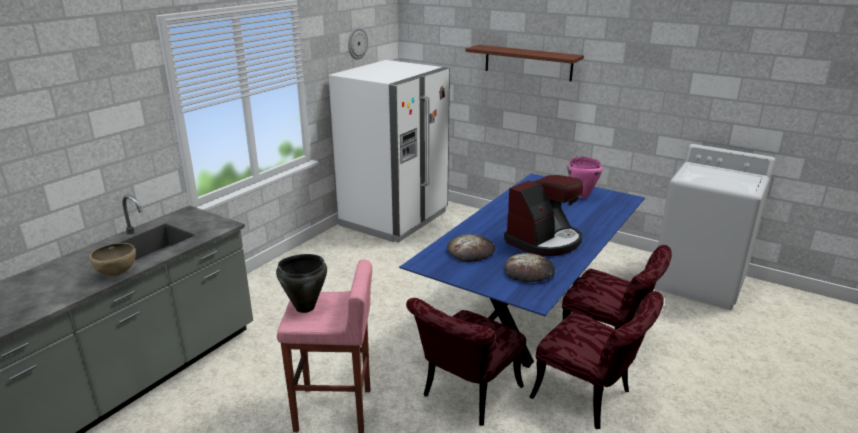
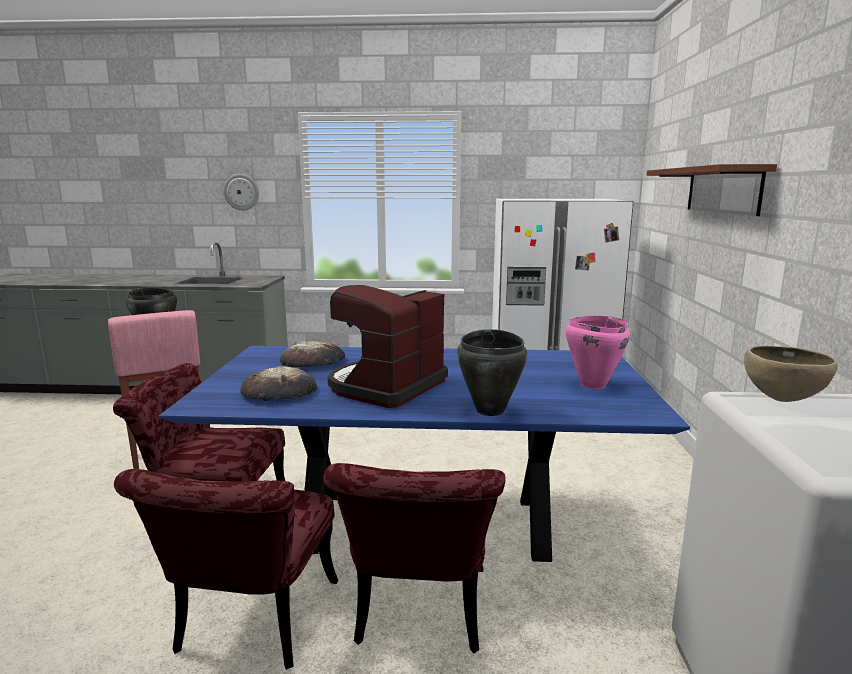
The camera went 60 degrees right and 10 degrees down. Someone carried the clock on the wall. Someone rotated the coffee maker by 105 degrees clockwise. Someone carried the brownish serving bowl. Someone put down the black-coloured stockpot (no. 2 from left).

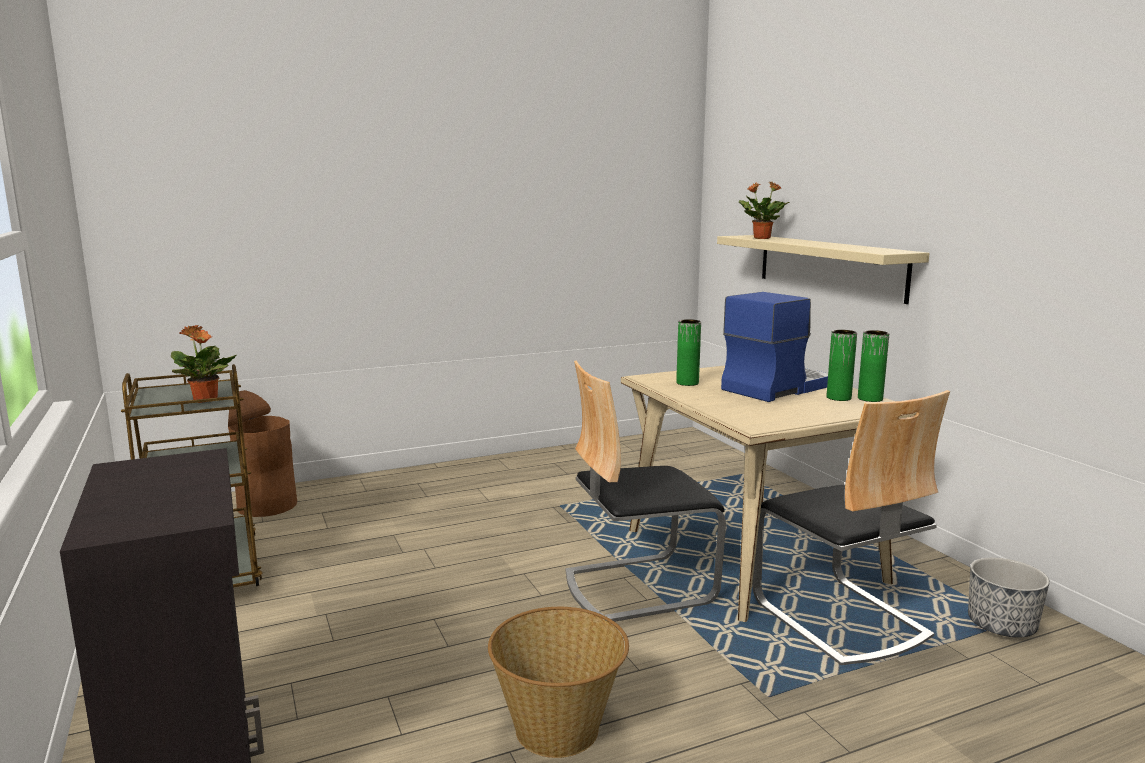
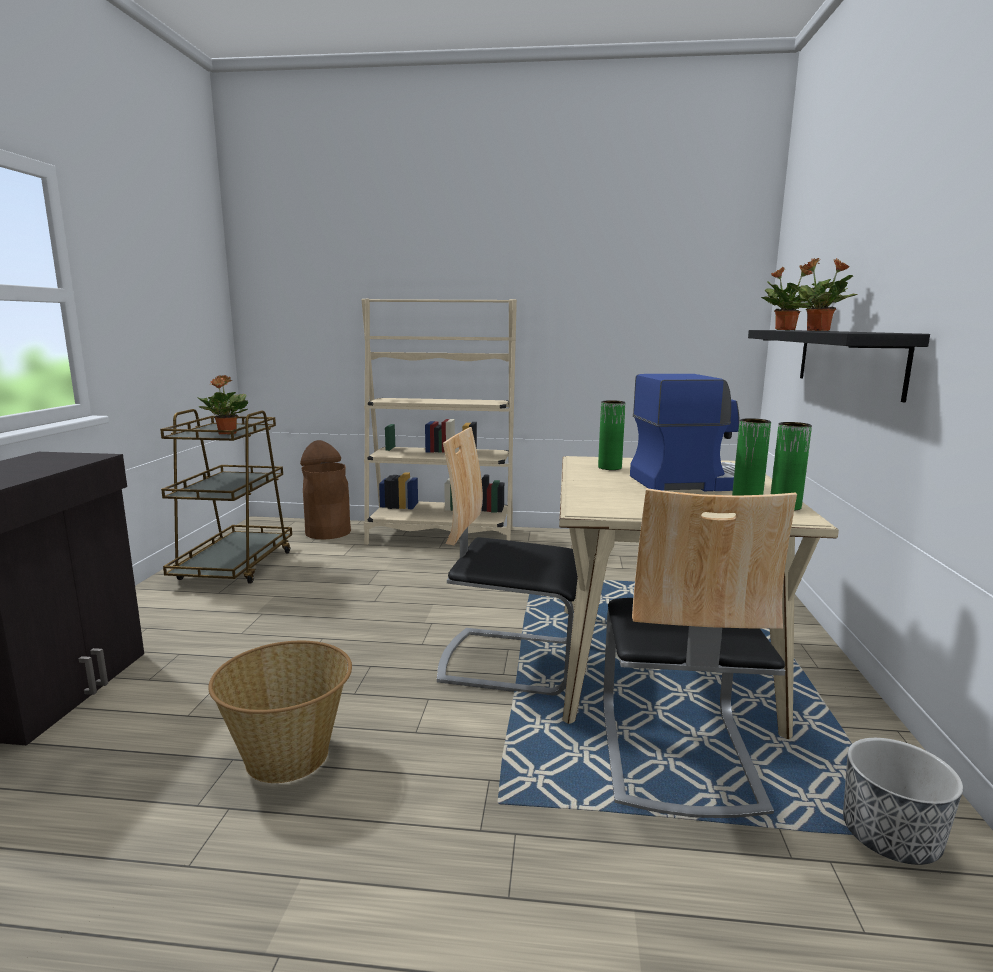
The camera went 30 degrees right and 0 degrees up. Someone repainted the sand-coloured wall shelf, which became the black-coloured wall shelf. Someone put down the plant in a pot (no. 3 from left). Someone put down the sand-coloured bookcase.

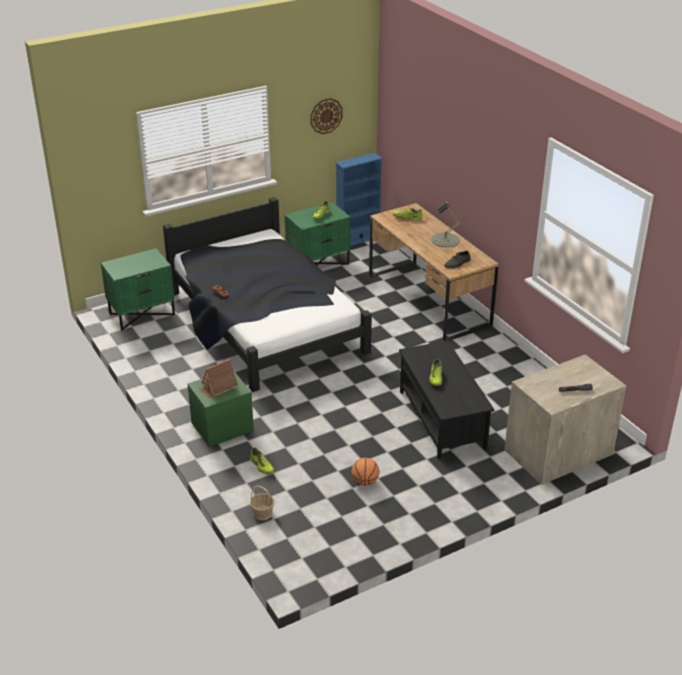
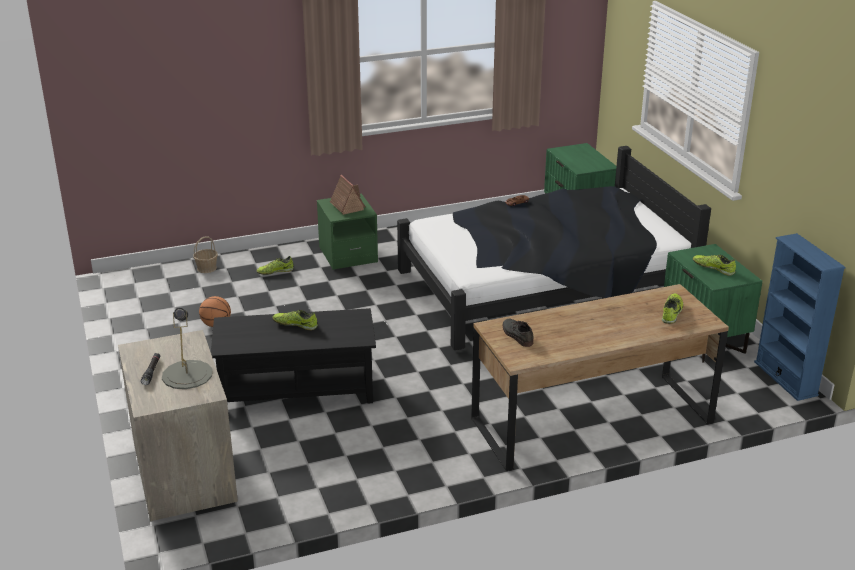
The camera went 100 degrees right and 5 degrees down. Someone took away the clock on the wall. Someone carried the gray lamp for a table.

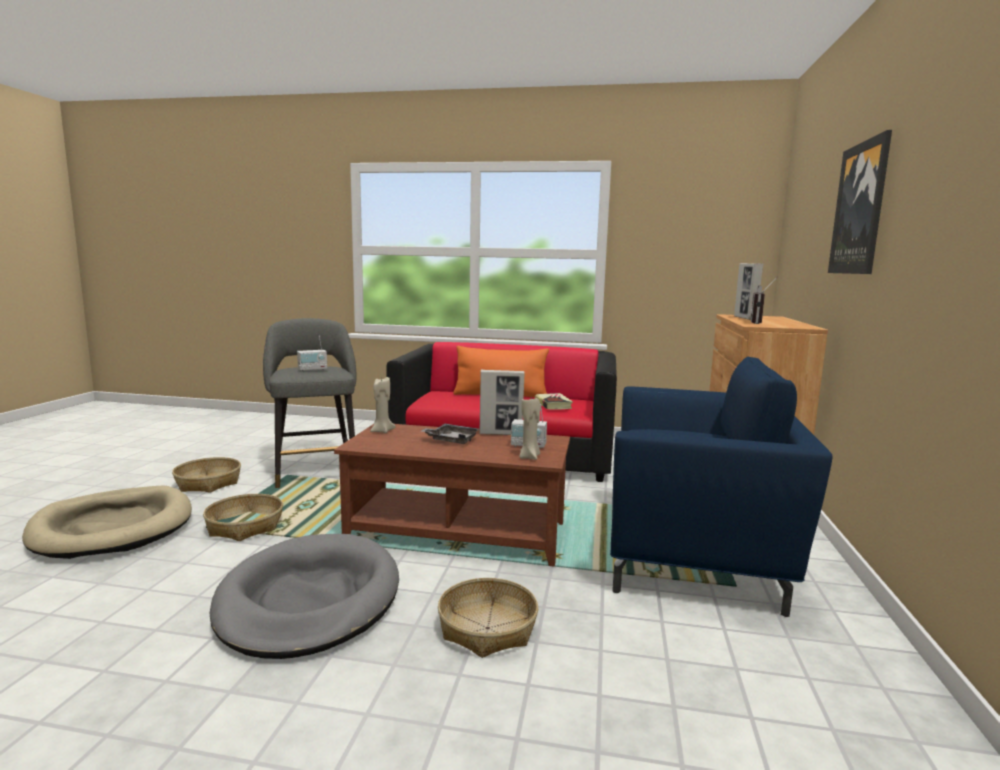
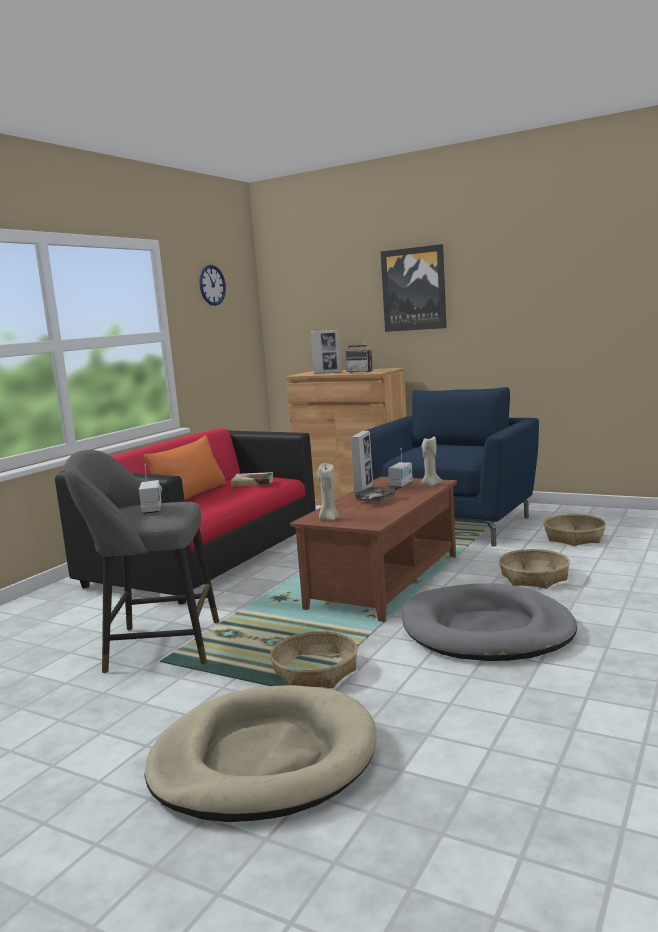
The camera went 70 degrees left and 0 degrees up. Someone carried the basket (no. 1 from left in the first image). Someone put up the clock on the wall.

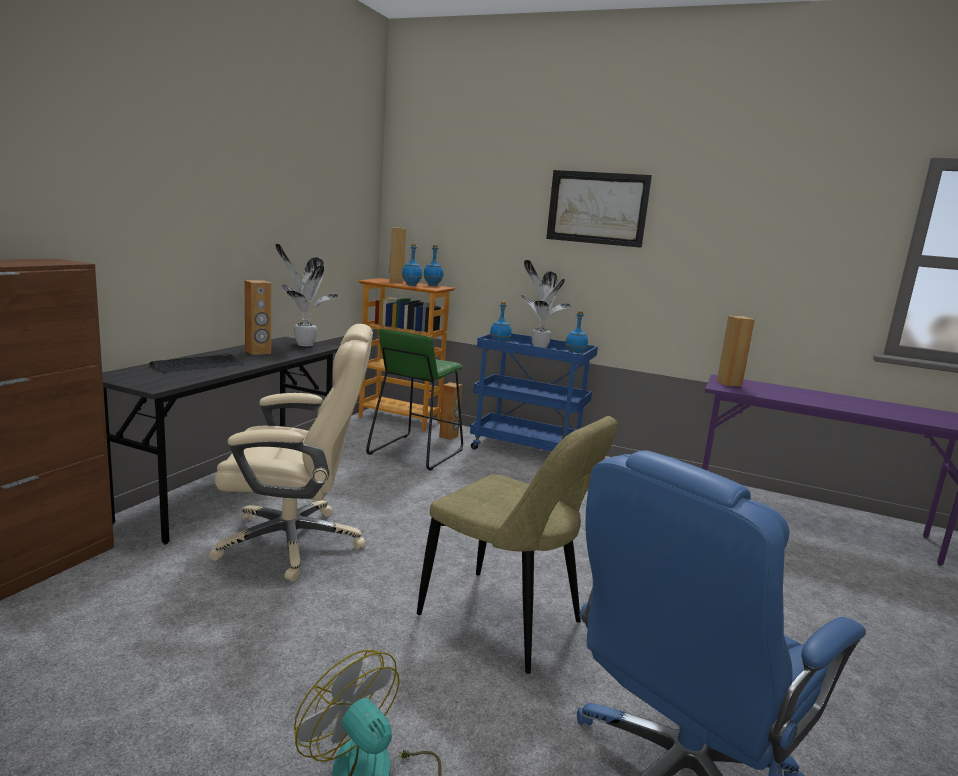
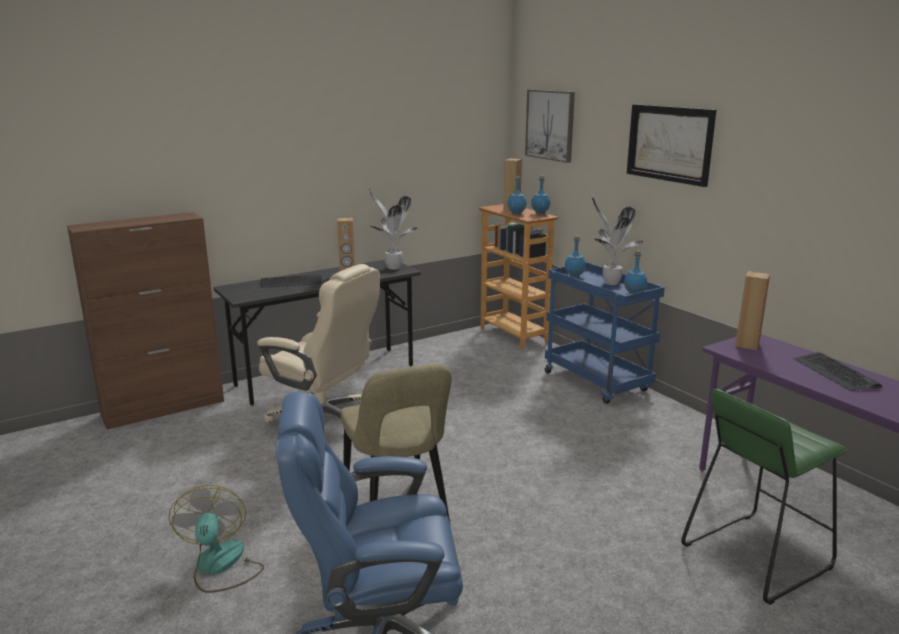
The camera went 35 degrees right and 5 degrees up. Someone carried the green stool. Someone took away the brownish speaker (no. 3 from left). Someone put up the wall art (no. 1 from left). Someone put down the computer keyboard (no. 2 from left).

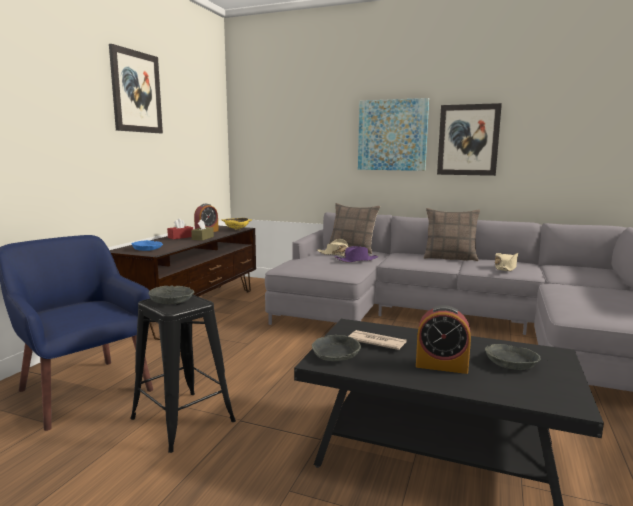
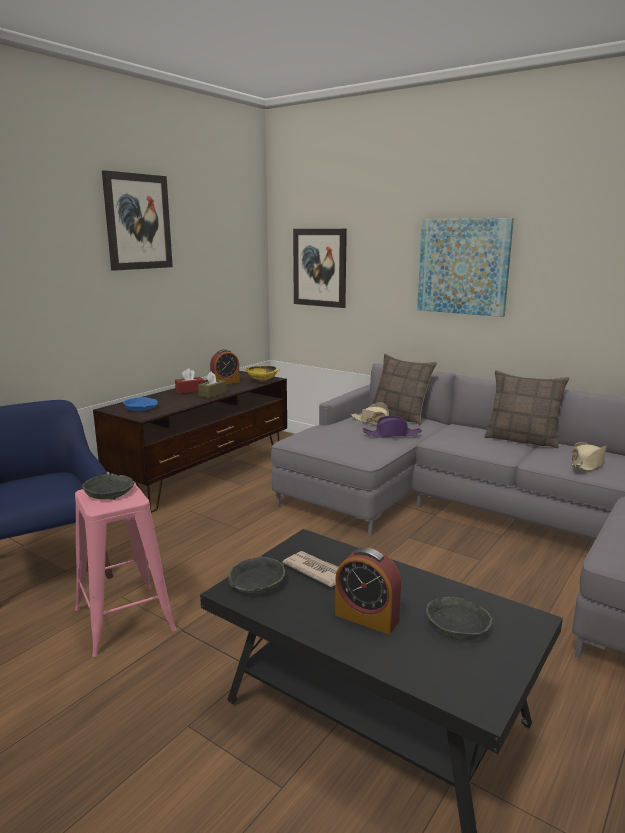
The camera went 15 degrees right and 5 degrees up. Someone carried the wall art (no. 3 from left in the first image). Someone repainted the black-coloured stool, which became the pink stool.

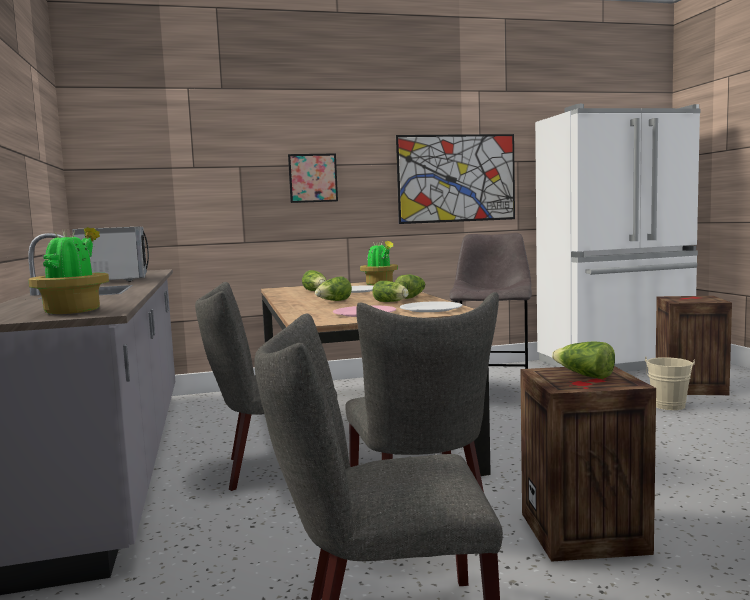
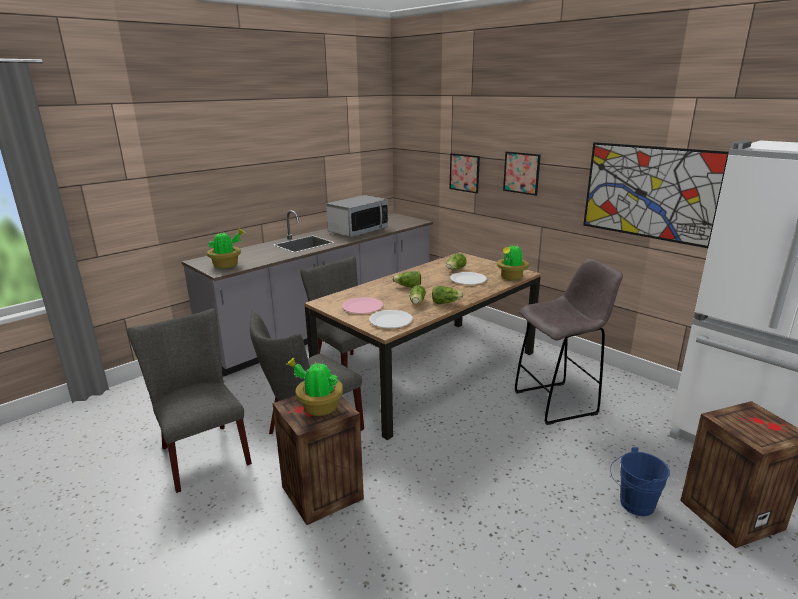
The camera went 60 degrees right and 15 degrees up. Someone swapped the lettuce head (no. 5 from left) for the plant in a pot (no. 2 from left). Someone repainted the sand-coloured pail, which became the bluish pail. Someone put up the wall art (no. 1 from left).

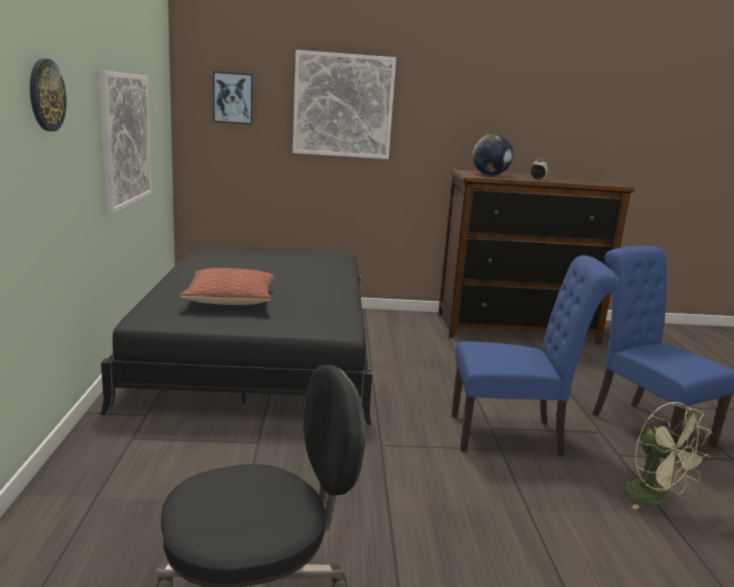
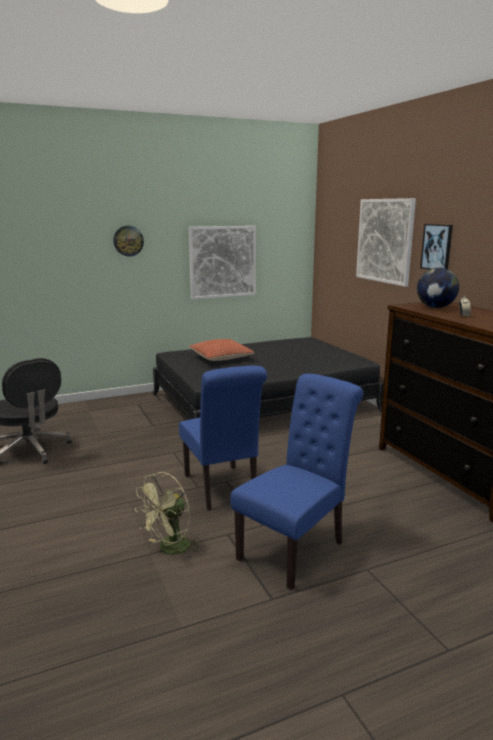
The camera went 70 degrees right and 0 degrees up. Someone carried the wall art (no. 2 from left in the first image).

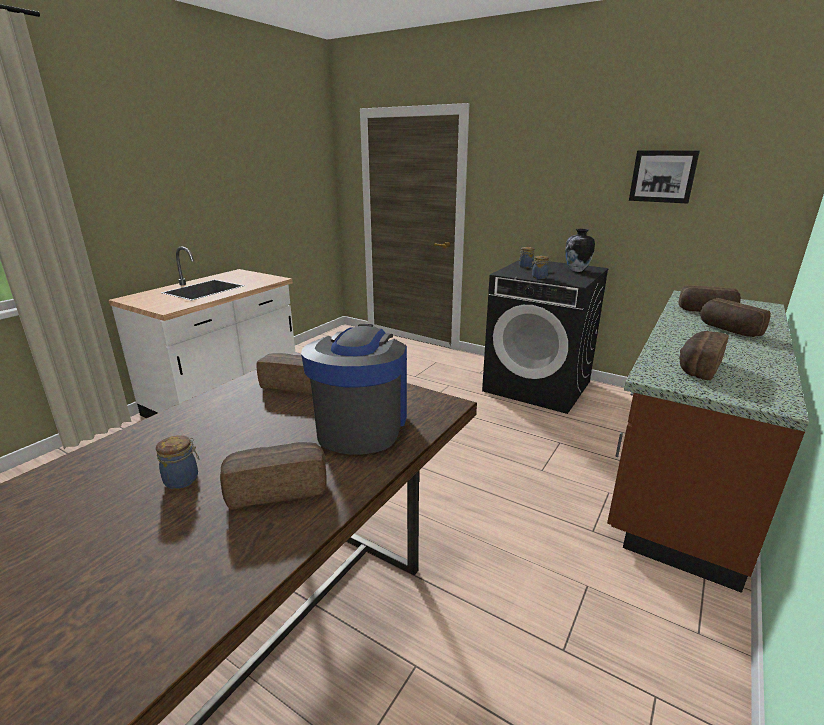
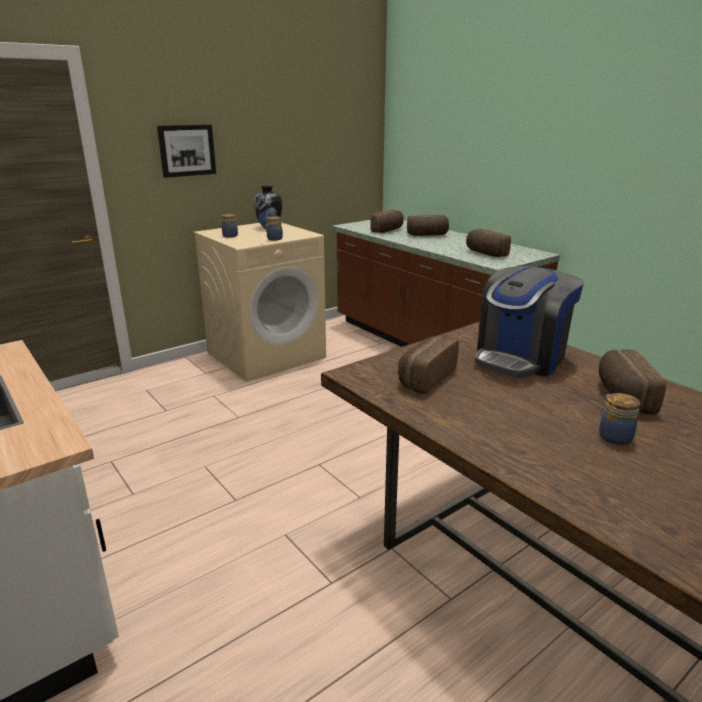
The camera went 70 degrees left and 0 degrees up. Someone carried the wall art. Someone repainted the black-coloured laundry machine, which became the sand-coloured laundry machine. Someone rotated the coffee maker by 75 degrees counterclockwise.

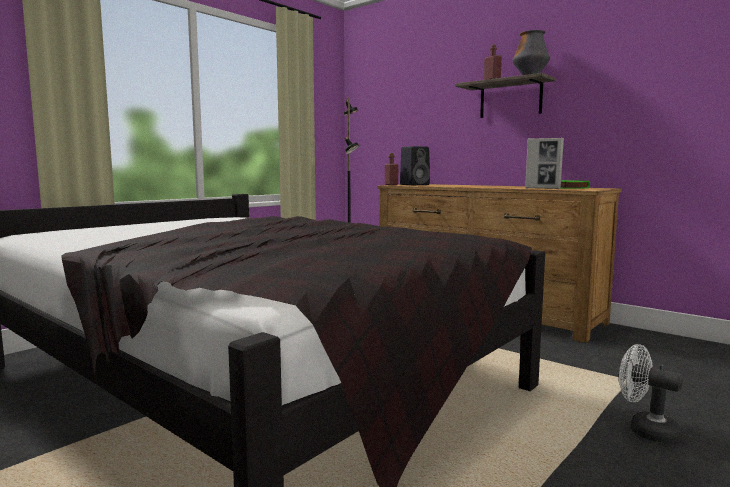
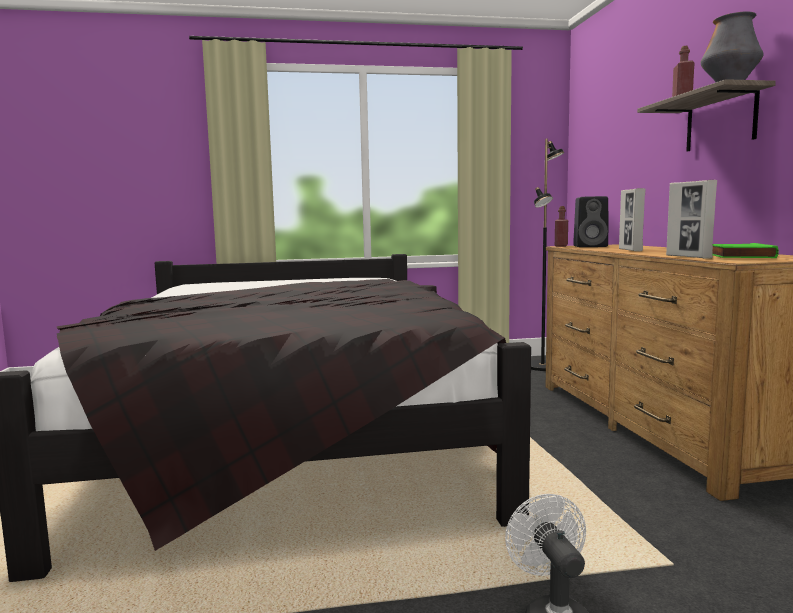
The camera went 40 degrees right and 0 degrees up. Someone put down the standing frame (no. 1 from left).

